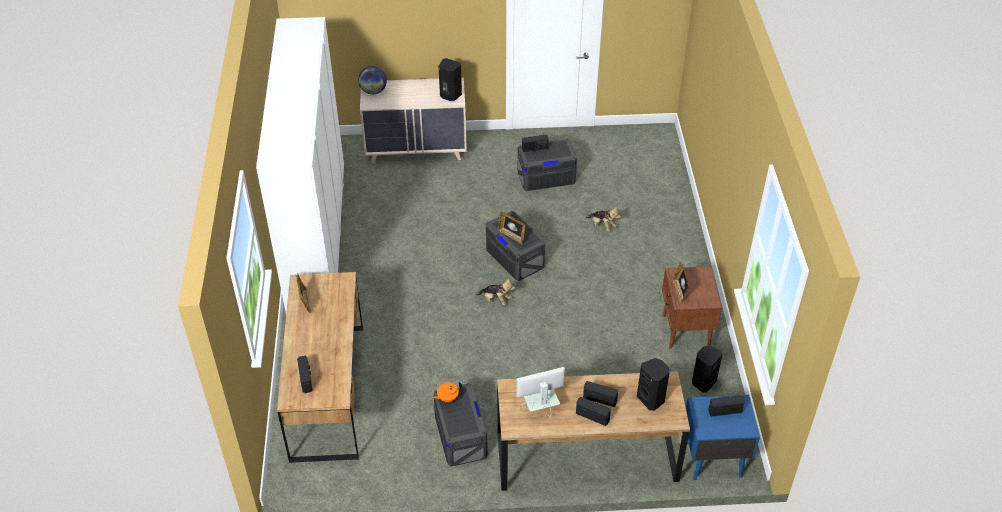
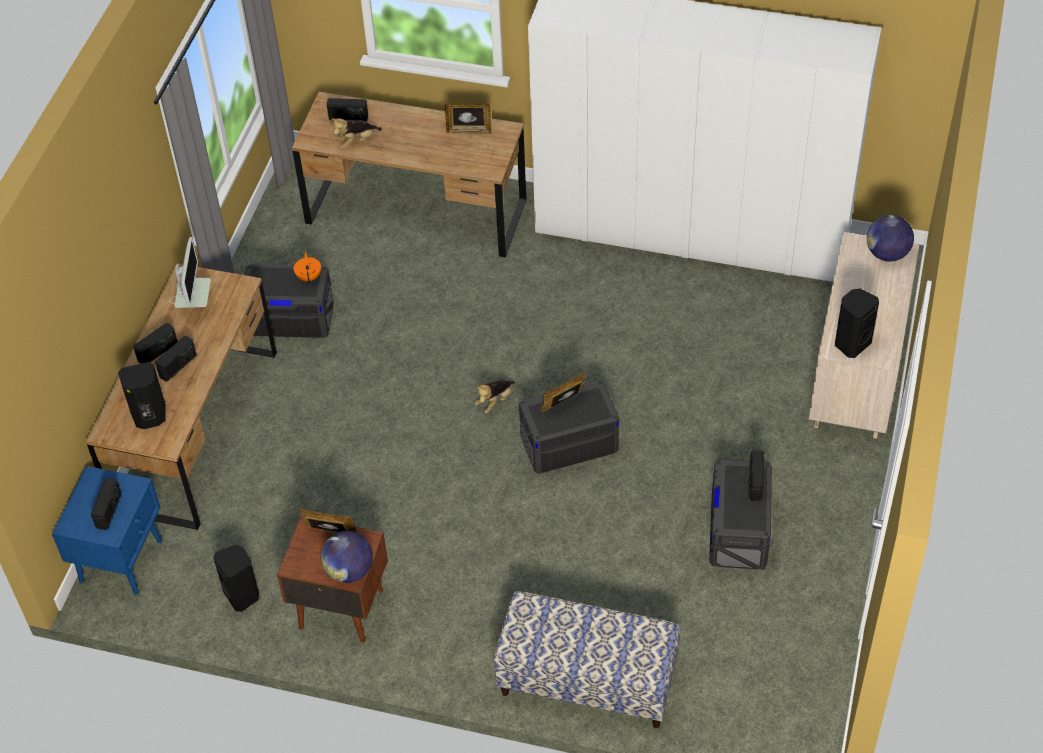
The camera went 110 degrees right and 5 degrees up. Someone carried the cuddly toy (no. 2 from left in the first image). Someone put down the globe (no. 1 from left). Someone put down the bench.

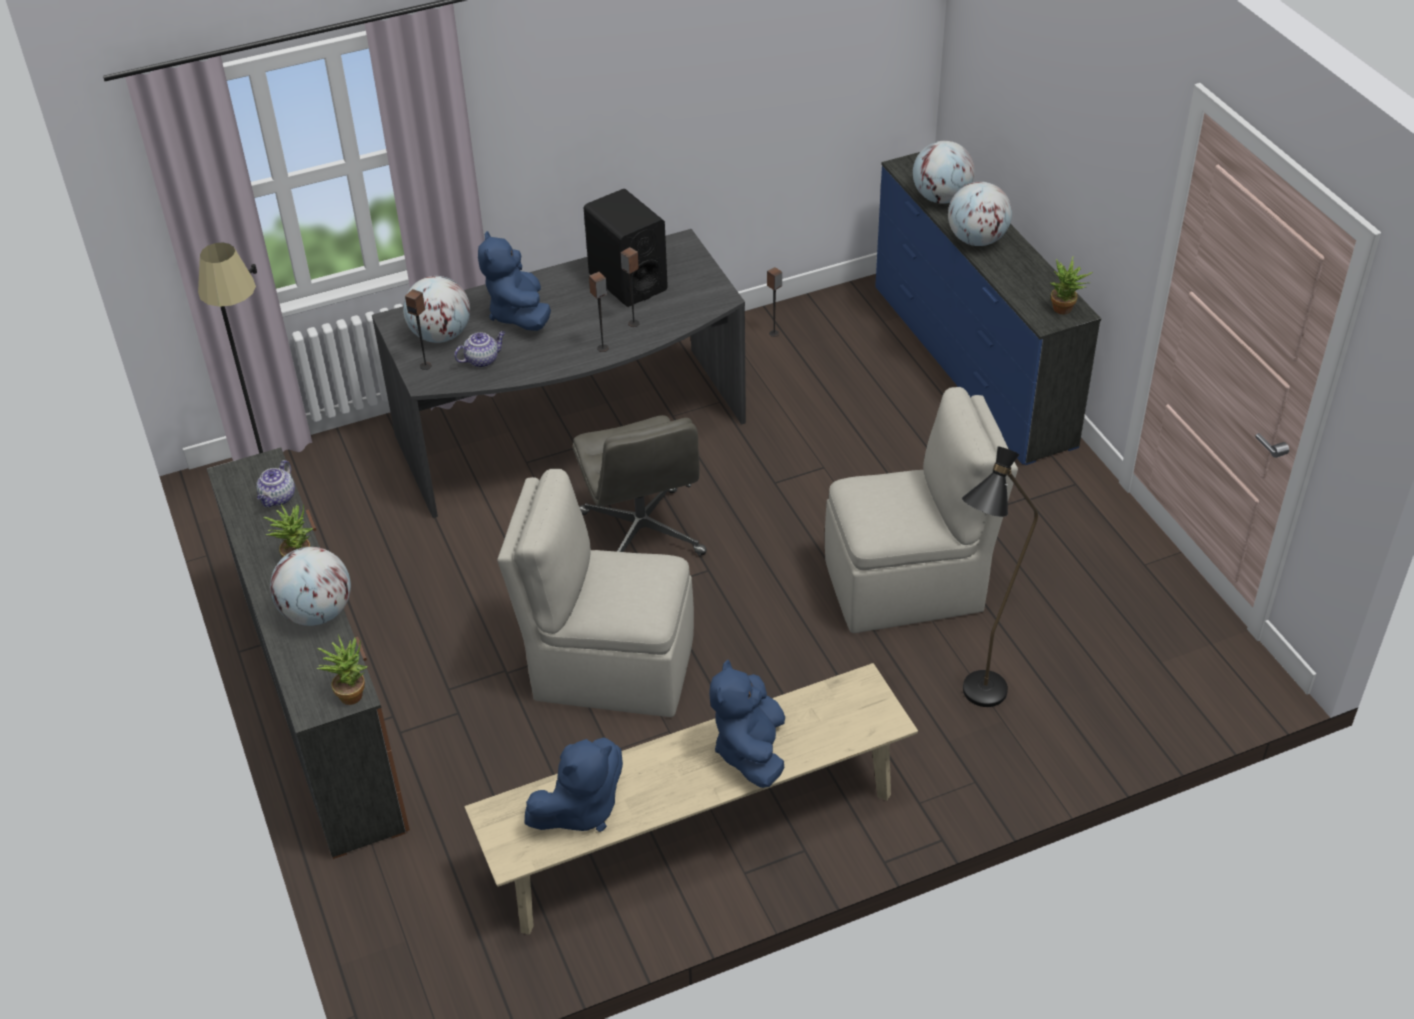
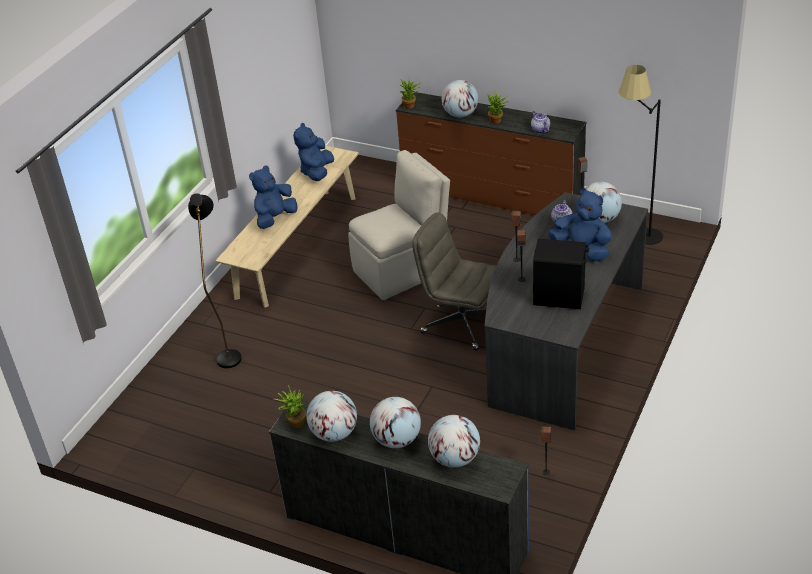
The camera went 140 degrees right and 5 degrees down. Someone took away the sand-coloured upright chair (no. 2 from left). Someone rotated the bluish cuddly toy (no. 3 from left in the first image) by 105 degrees counterclockwise. Someone put down the globe (no. 1 from left).

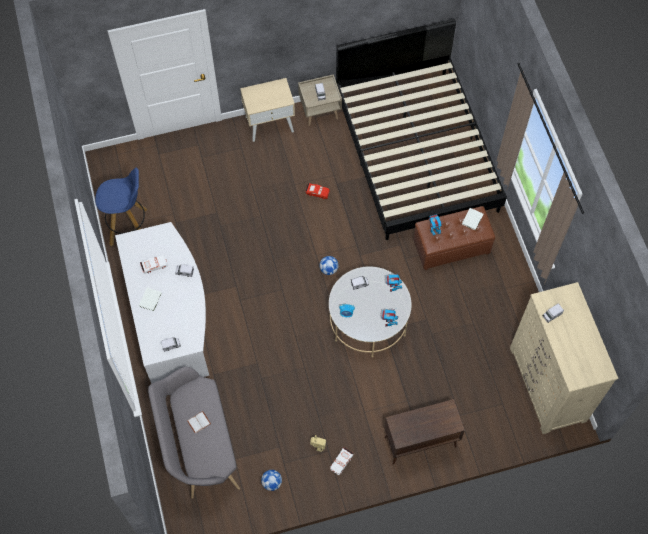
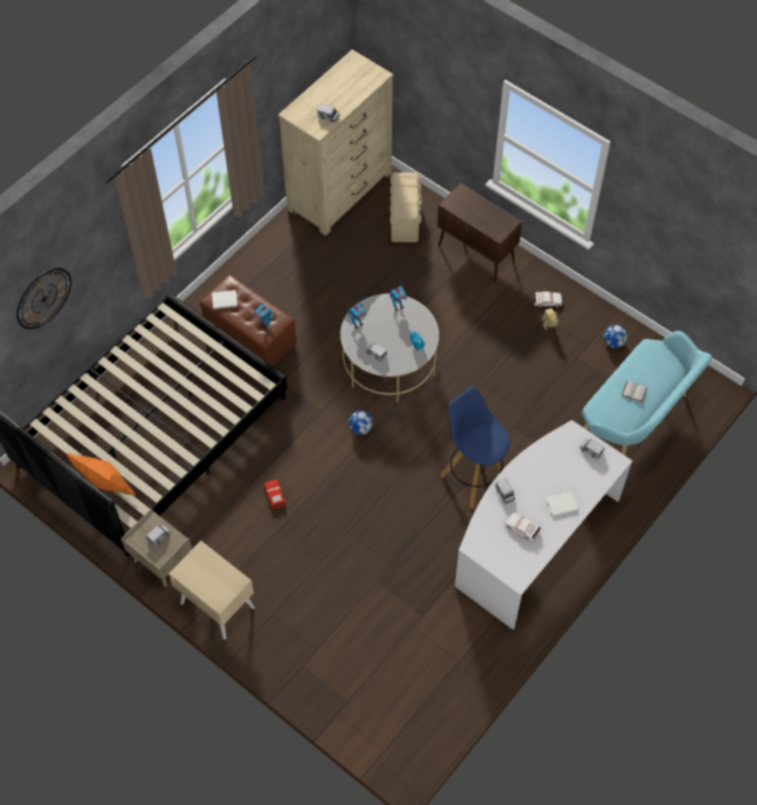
The camera went 125 degrees left and 5 degrees down. Someone carried the bluish stool. Someone repainted the gray bench, which became the blue-green bench. Someone put down the sand-coloured storage bin. Someone put up the clock on the wall. Someone put down the orange-coloured pillow.

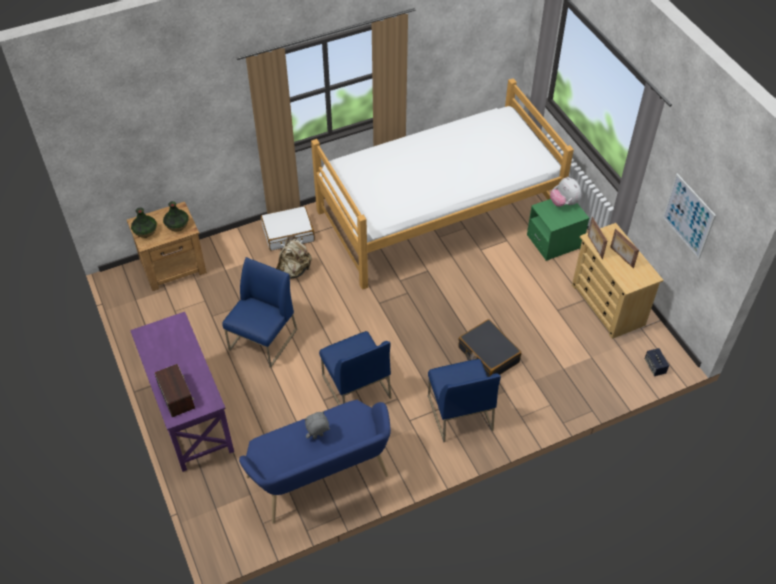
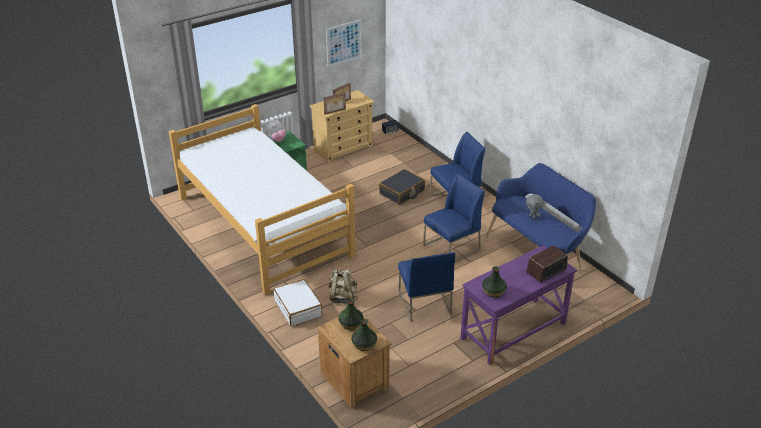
The camera went 100 degrees left and 15 degrees down. Someone rotated the bluish upright chair (no. 1 from left) by 120 degrees counterclockwise. Someone put down the flower vase (no. 3 from left).

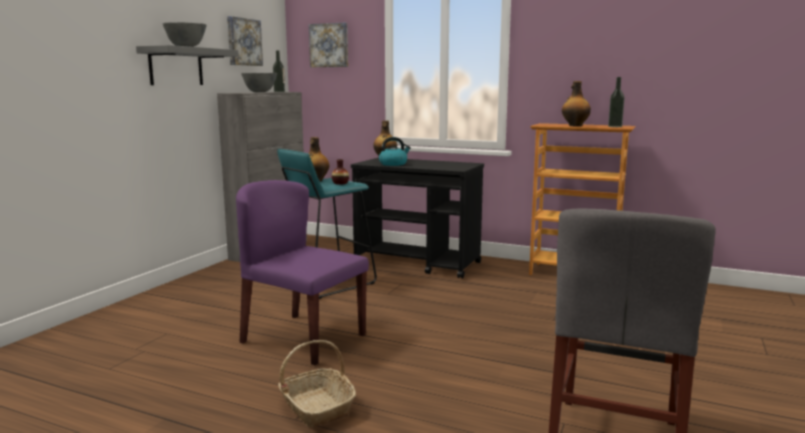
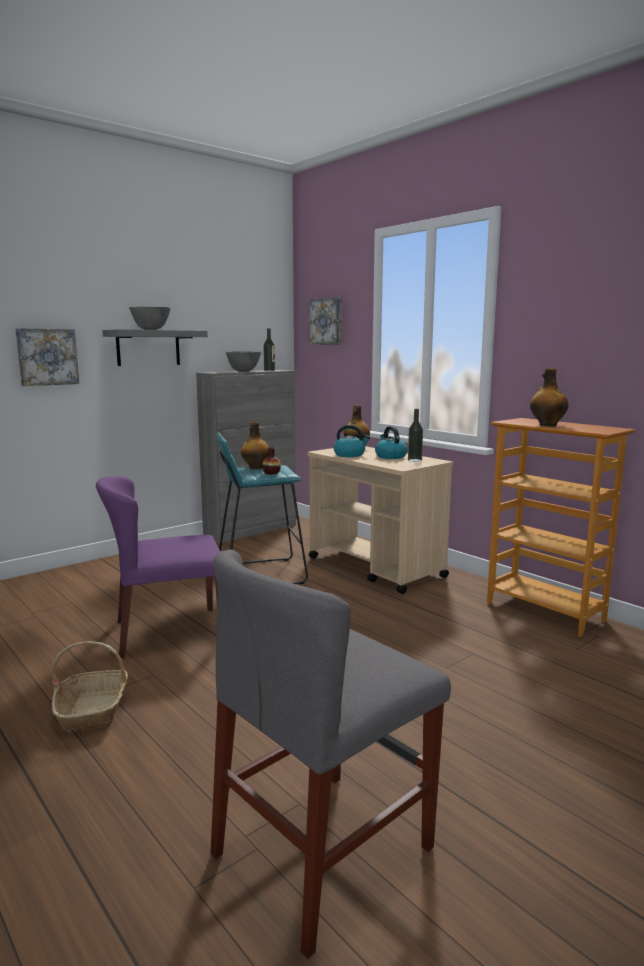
The camera went 25 degrees right and 0 degrees up. Someone carried the wall art (no. 1 from left). Someone carried the drink bottle (no. 5 from left in the first image). Someone repainted the black-coloured wheeled cart, which became the sand-coloured wheeled cart. Someone rotated the purple upright chair by 75 degrees counterclockwise. Someone put down the kettle (no. 2 from left).

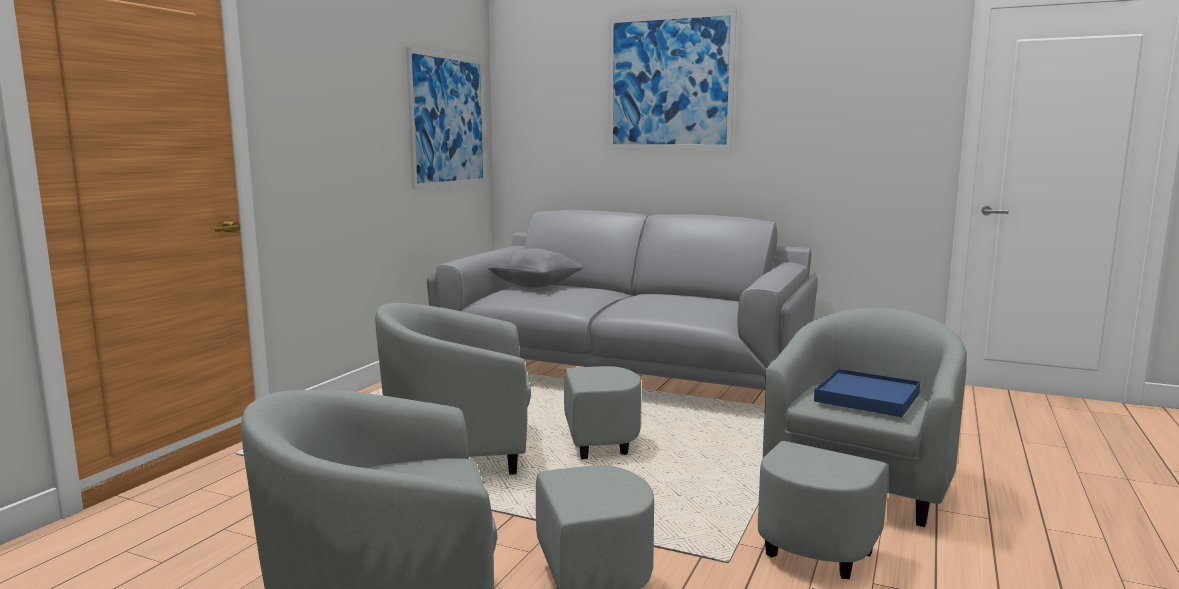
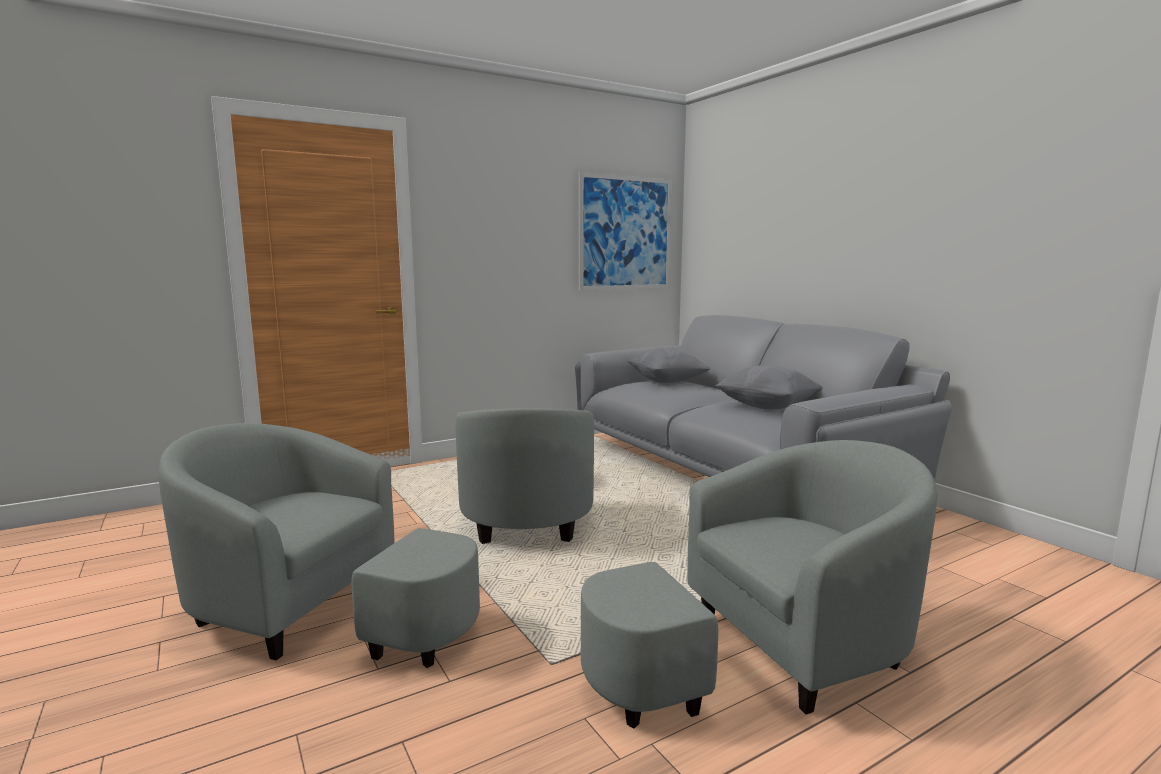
The camera went 35 degrees right and 0 degrees up. Someone took away the wall art (no. 2 from left). Someone rotated the gray lounge chair (no. 2 from left) by 120 degrees counterclockwise. Someone took away the bluish carrying tray. Someone put down the gray pillow (no. 2 from left).

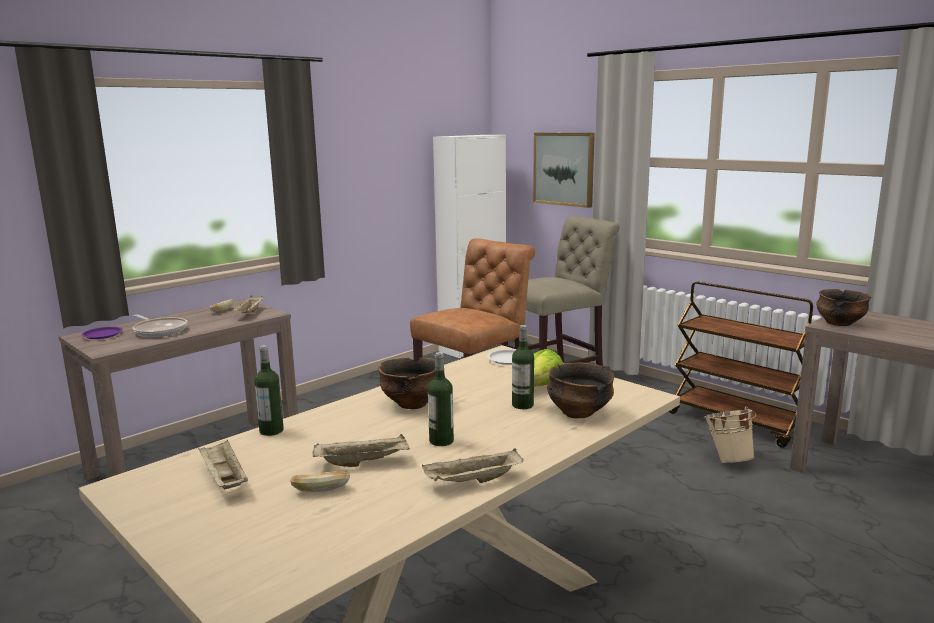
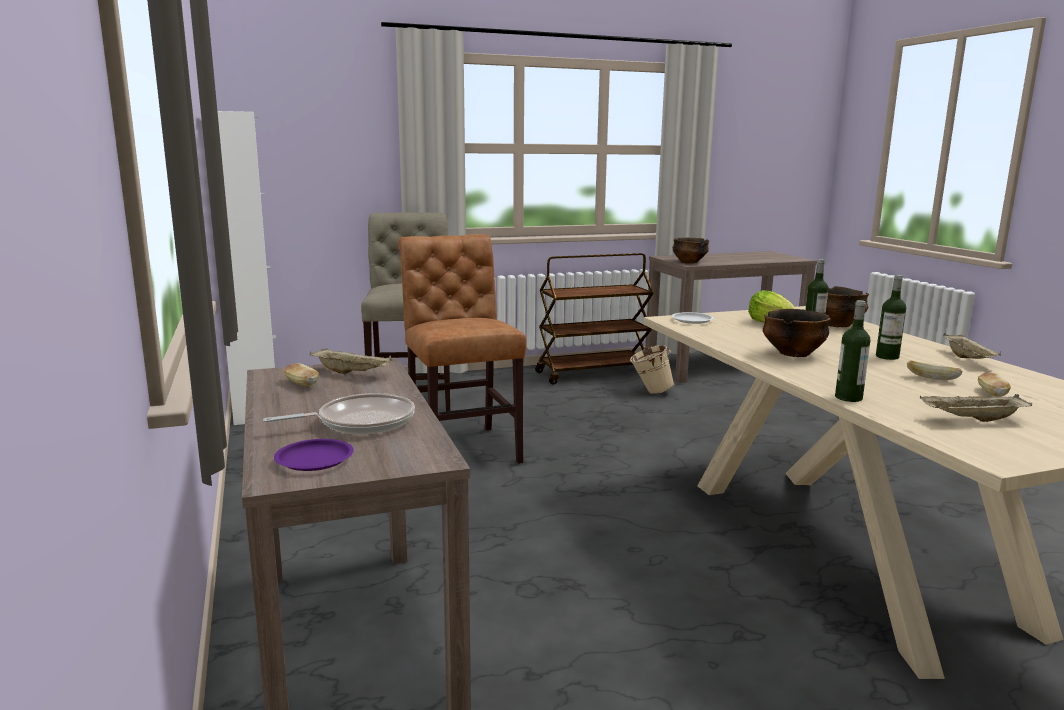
The camera went 65 degrees left and 0 degrees up. Someone took away the wall art. Someone swapped the sand-coloured carrying tray (no. 3 from left) for the bread (no. 2 from left).

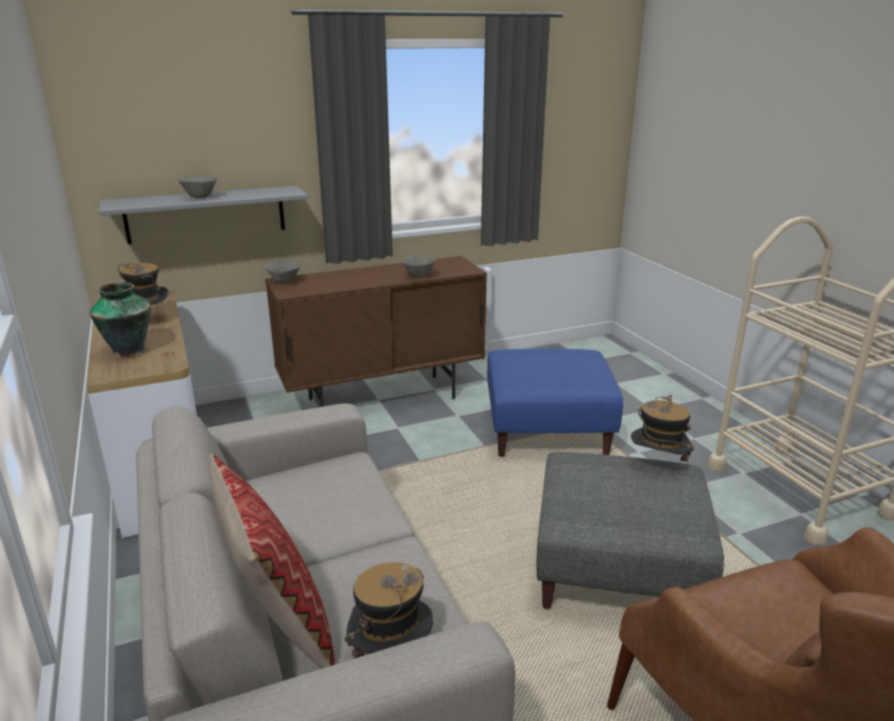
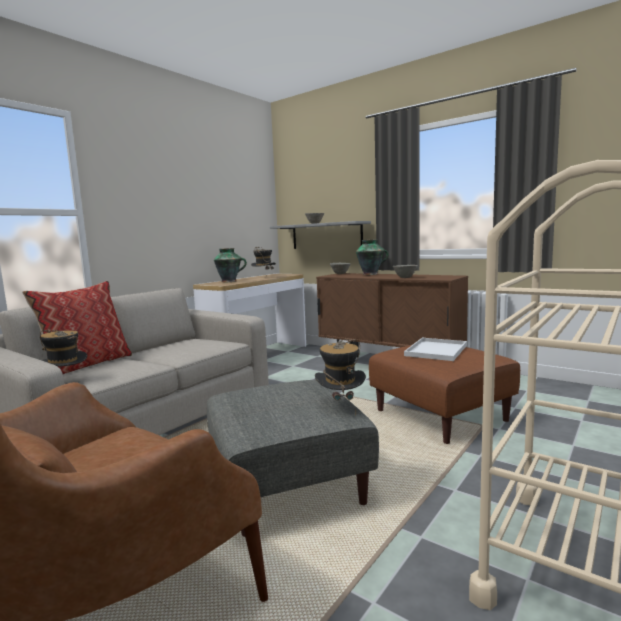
The camera went 60 degrees right and 15 degrees down. Someone repainted the bluish footrest, which became the brownish footrest. Someone put down the flower vase (no. 2 from left). Someone put down the white carrying tray.

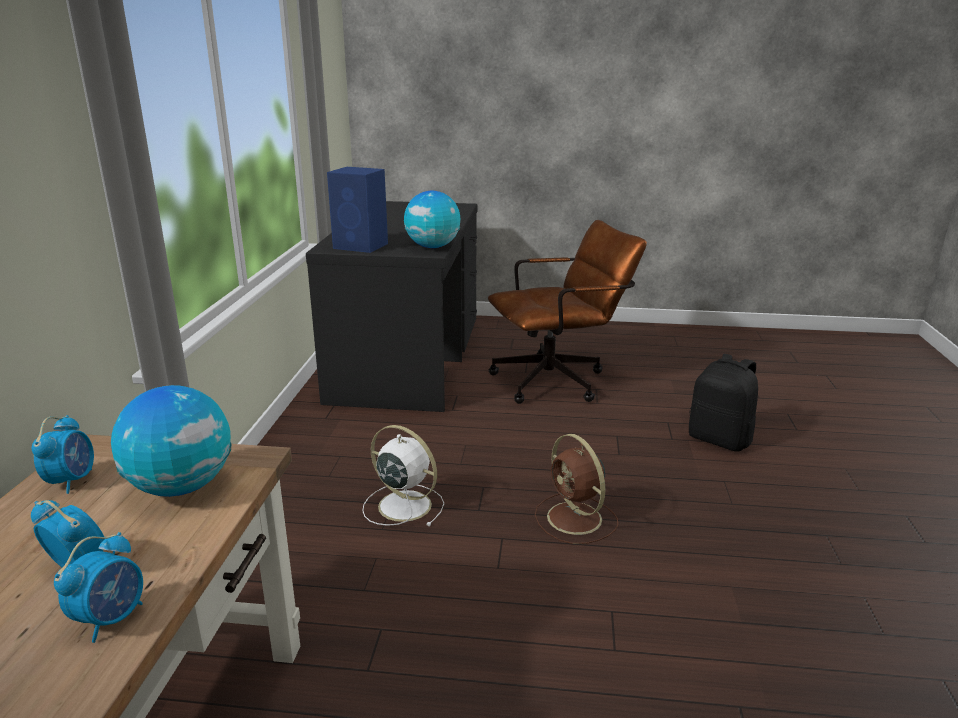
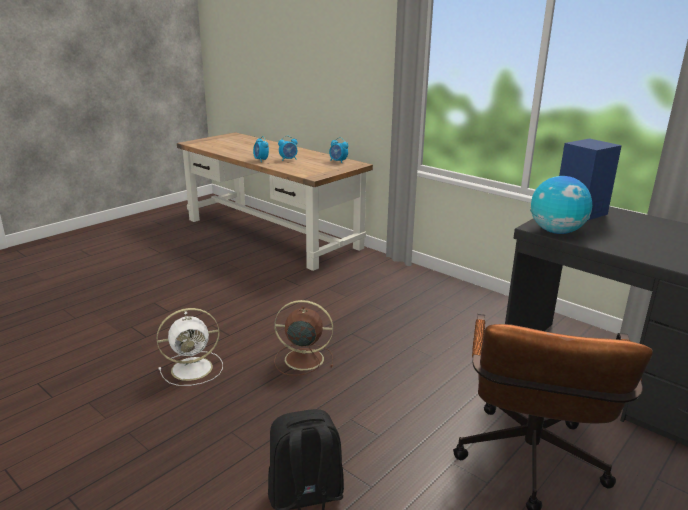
The camera went 125 degrees right and 0 degrees up. Someone took away the globe (no. 1 from left). Someone carried the white cooling fan.

